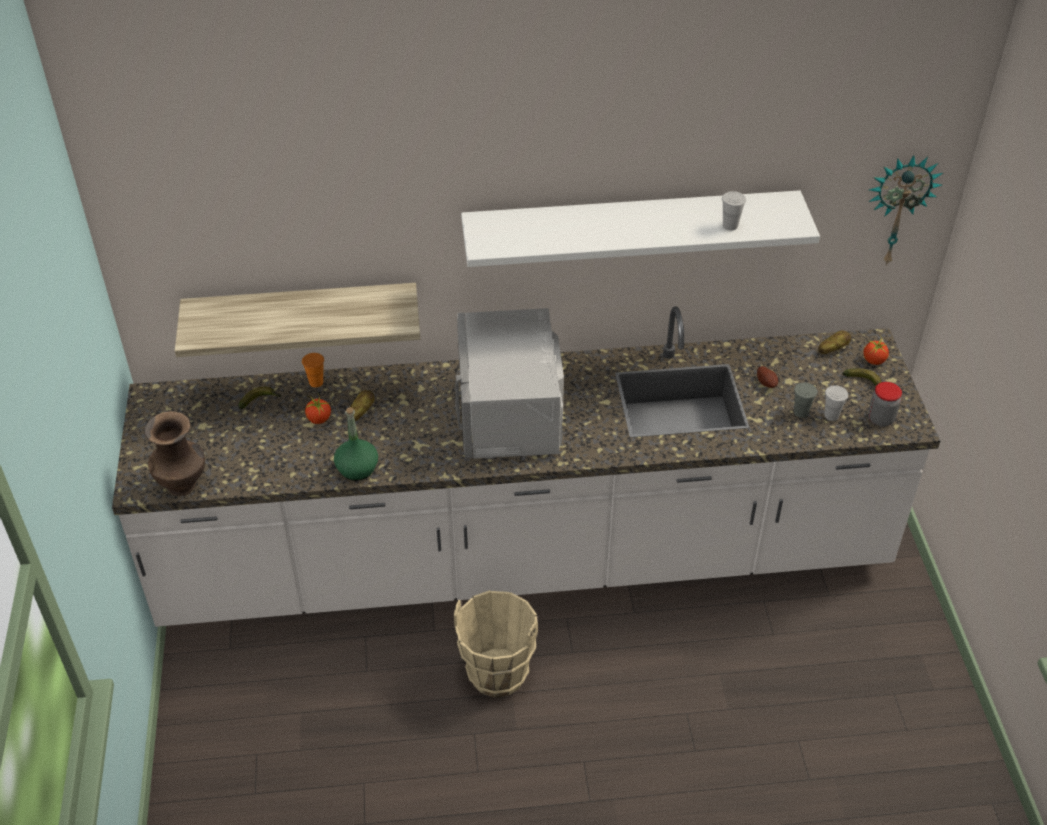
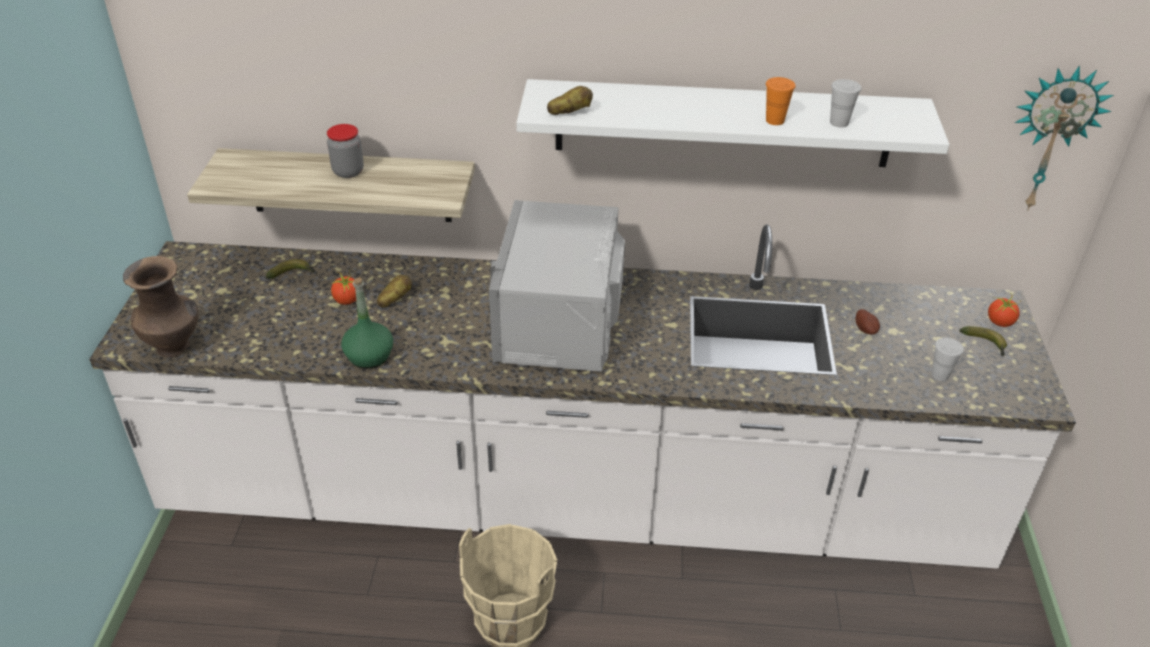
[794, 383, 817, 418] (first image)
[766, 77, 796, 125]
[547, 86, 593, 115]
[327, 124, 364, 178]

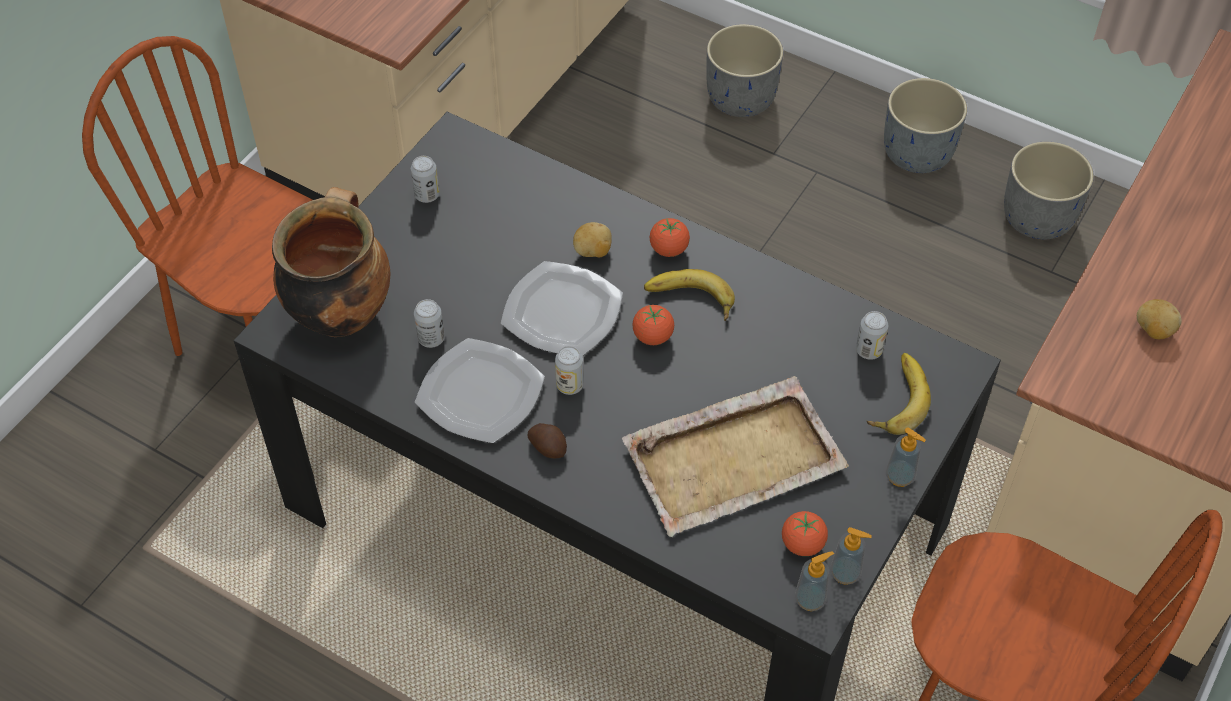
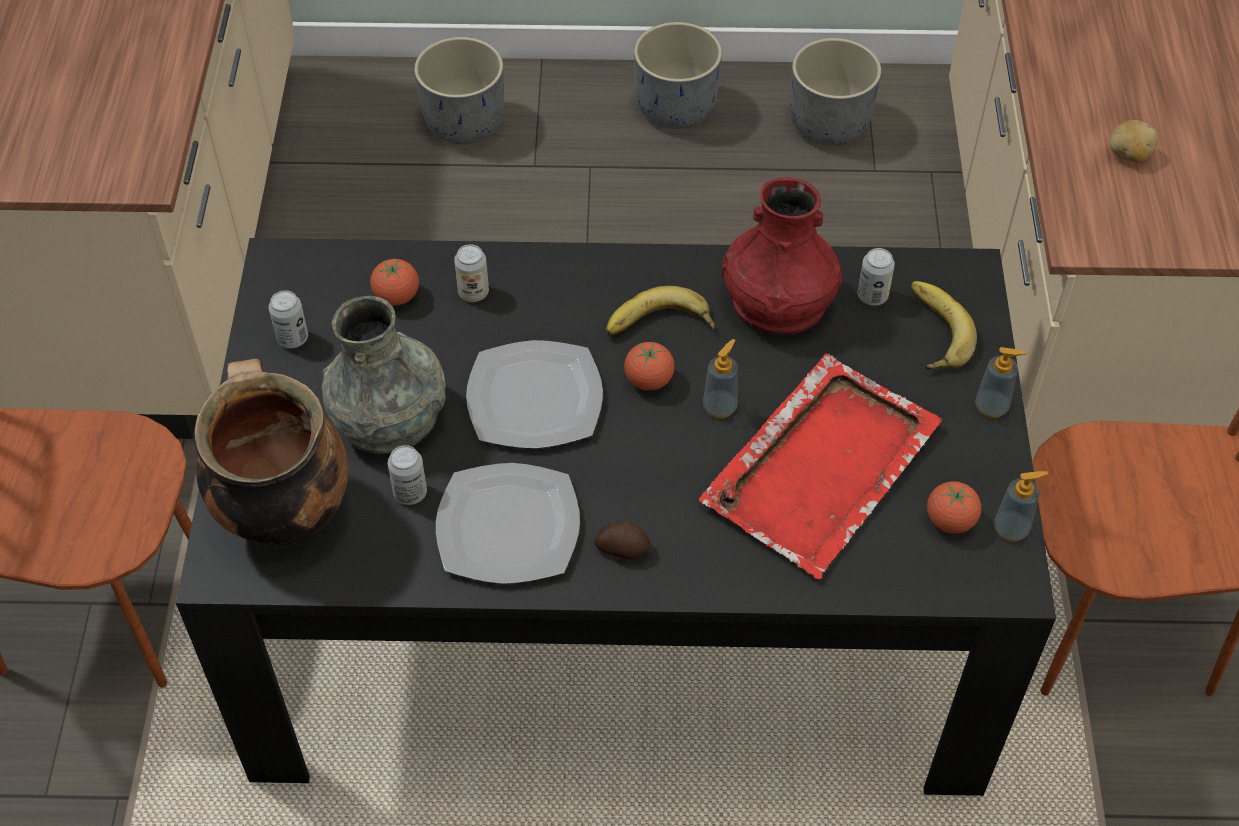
[573, 222, 612, 257] (first image)
[322, 296, 446, 454]
[722, 177, 842, 335]
[454, 244, 489, 302]
[370, 259, 419, 305]
[703, 339, 738, 419]
[699, 354, 942, 579]

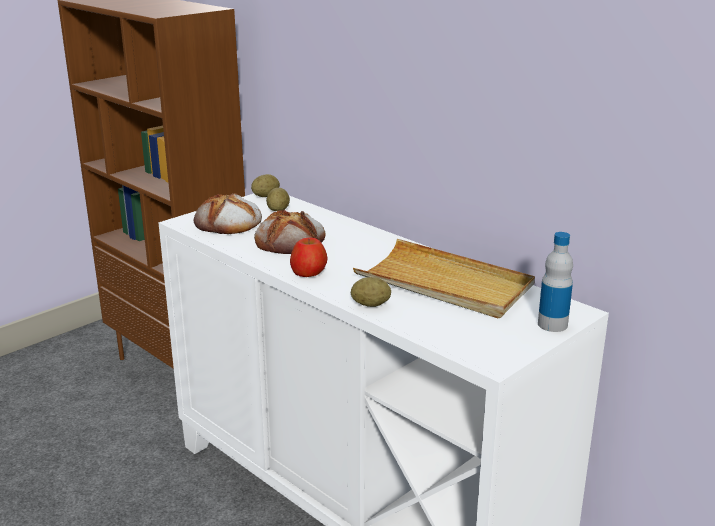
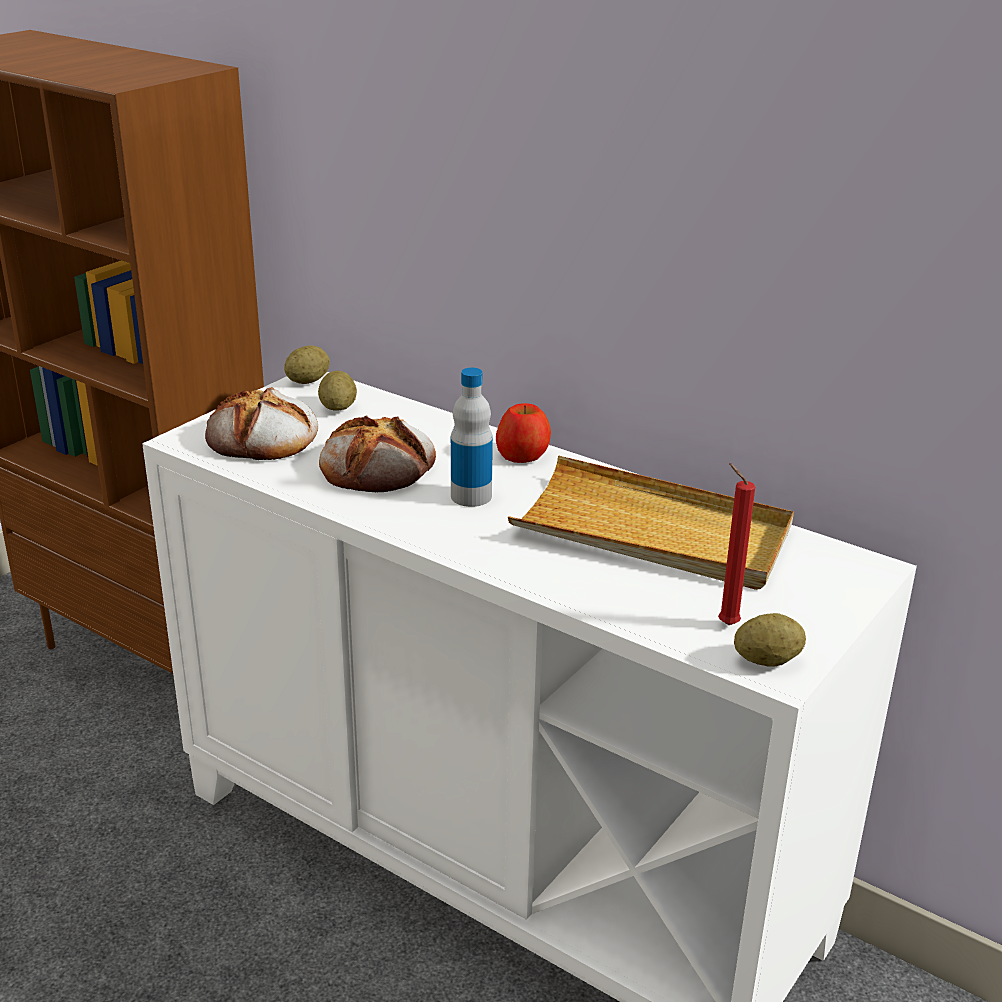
[718, 463, 755, 625]
[496, 403, 551, 463]
[734, 613, 806, 667]
[451, 368, 493, 507]

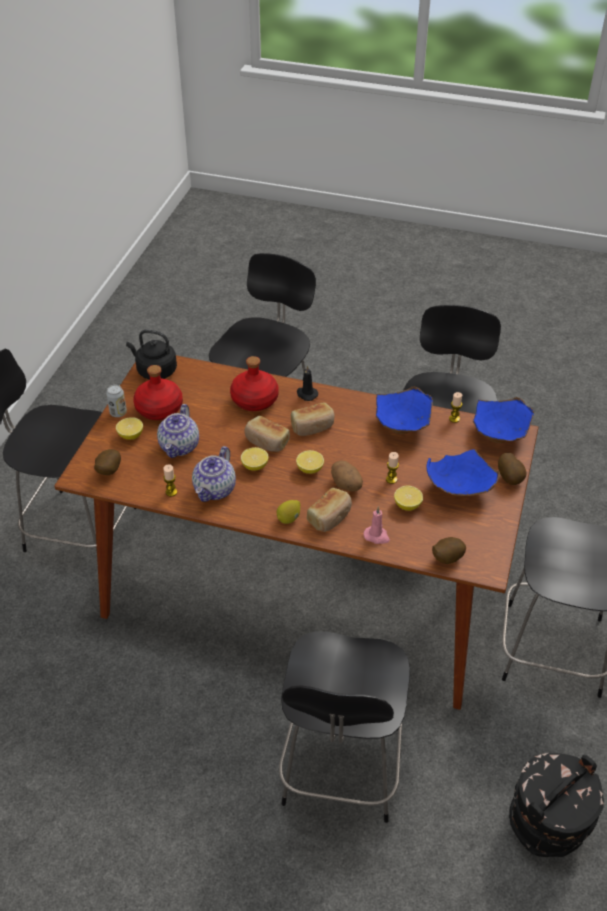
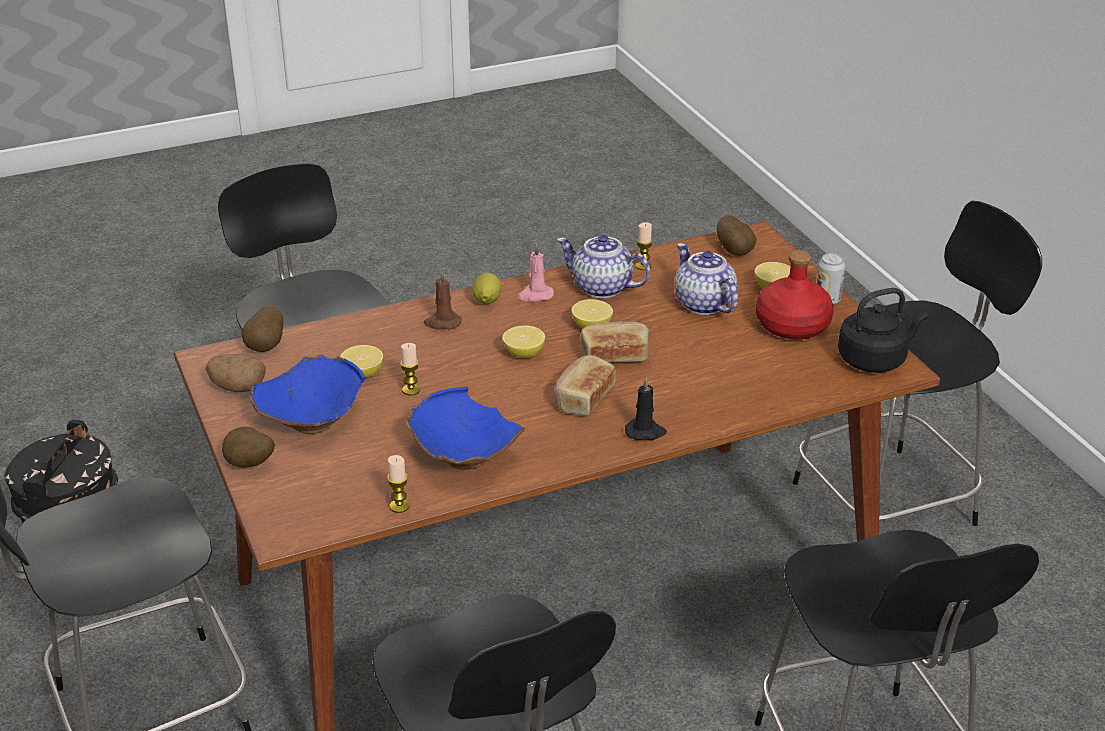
[230, 356, 279, 411] (first image)
[473, 397, 534, 443] (first image)
[206, 354, 266, 392]
[517, 243, 554, 302]
[424, 270, 461, 329]
[557, 234, 650, 298]

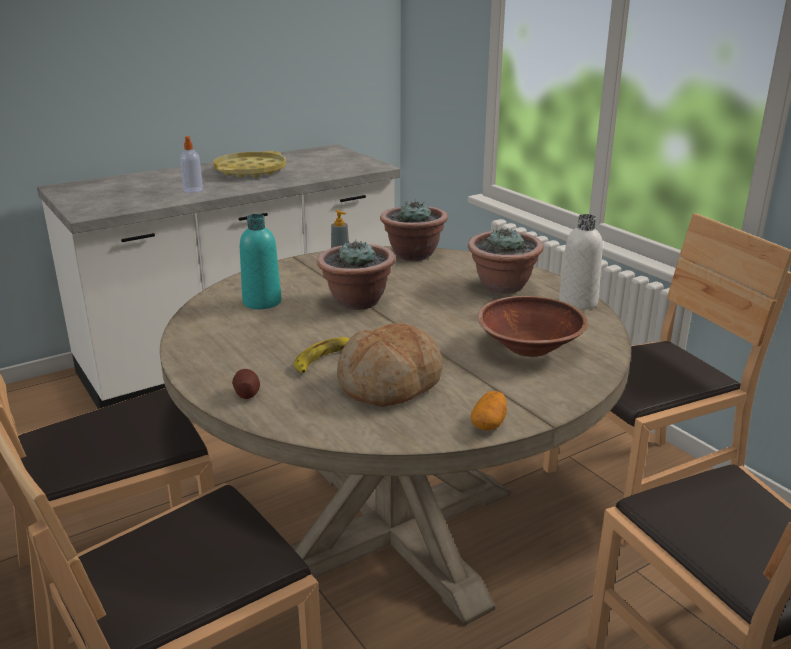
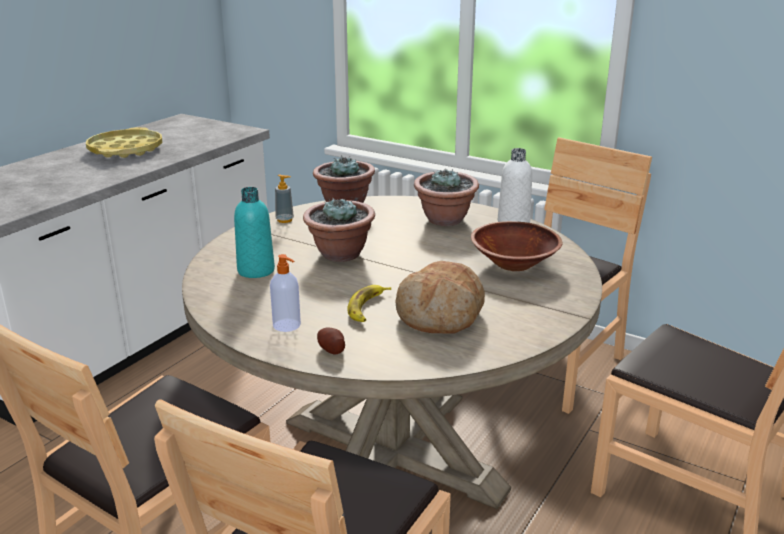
[471, 391, 507, 430] (first image)
[270, 254, 301, 332]

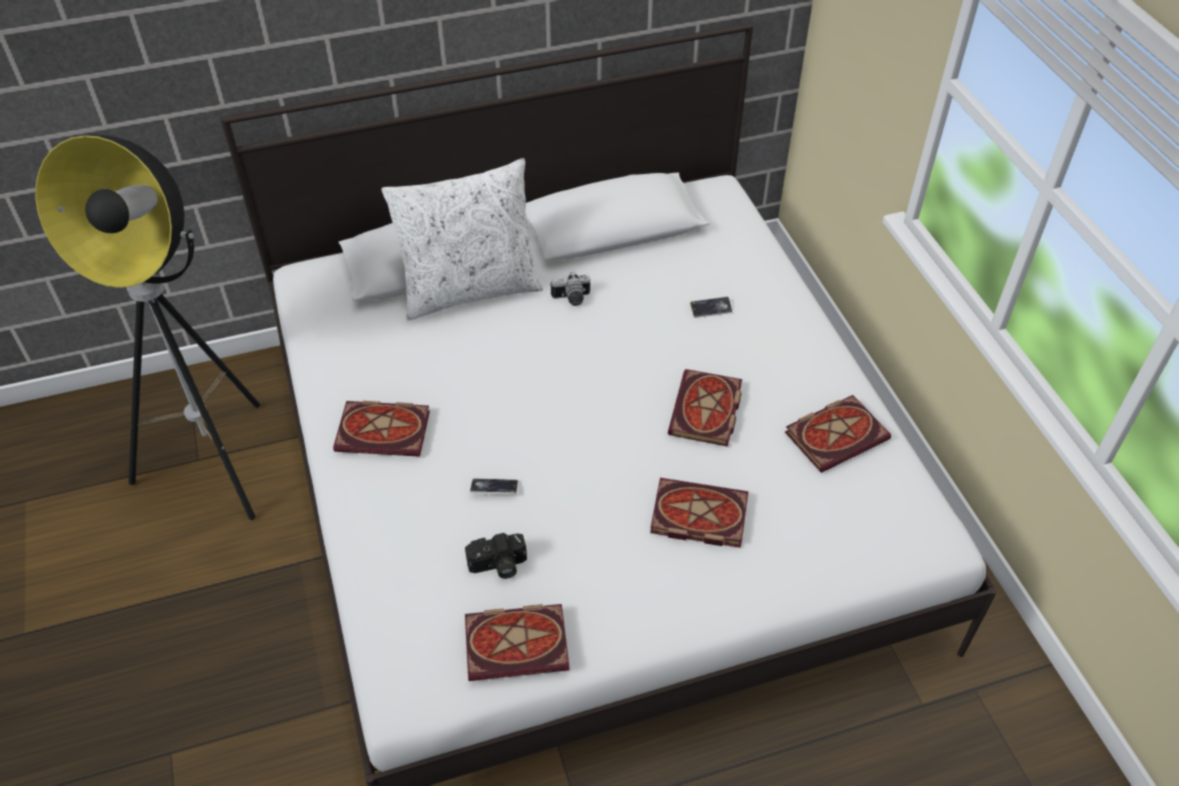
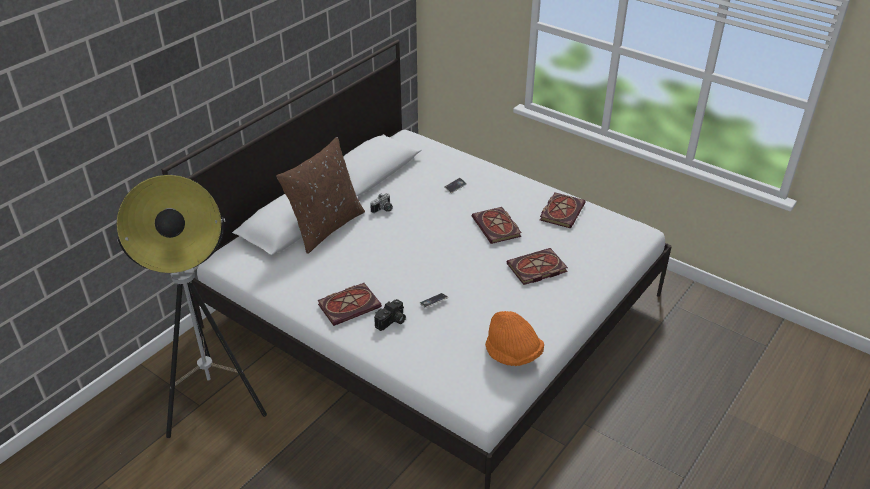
[374, 299, 406, 331]
[485, 311, 544, 366]
[276, 137, 365, 254]

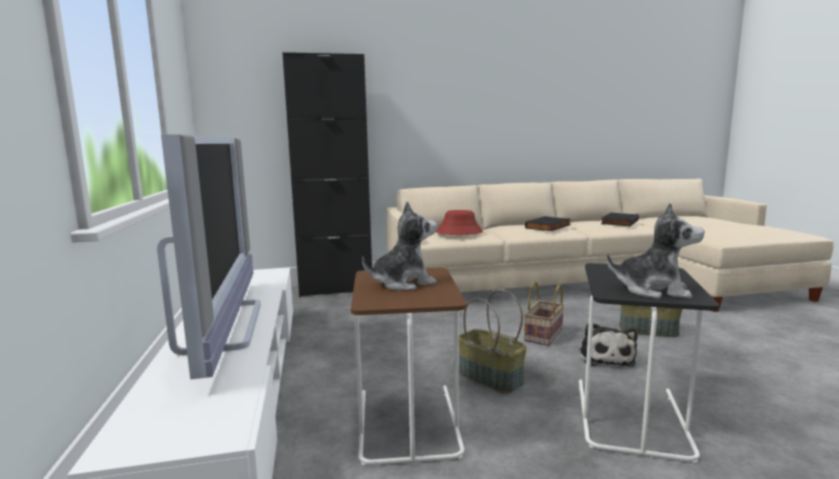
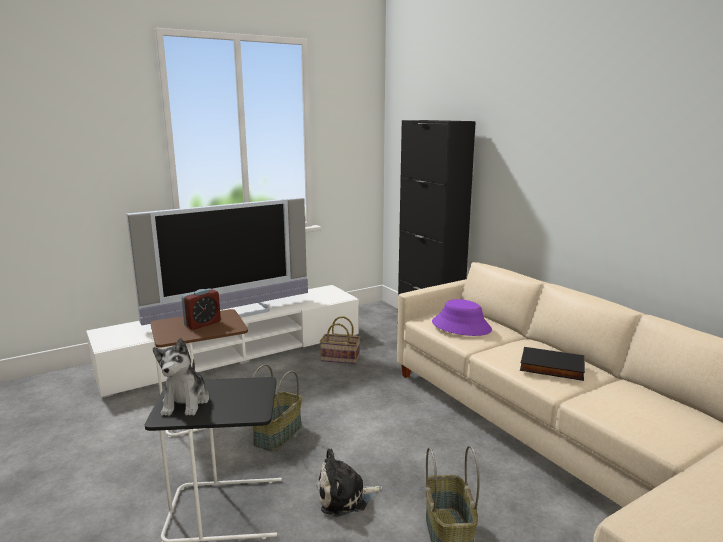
[601, 213, 639, 227] (first image)
[320, 316, 360, 364]
[181, 288, 221, 330]
[432, 299, 492, 336]

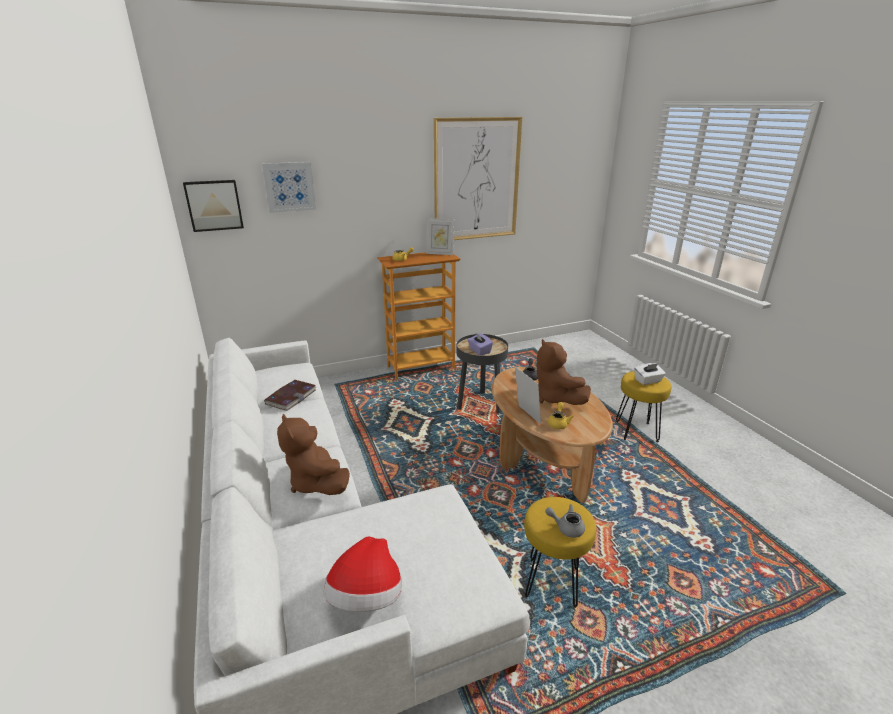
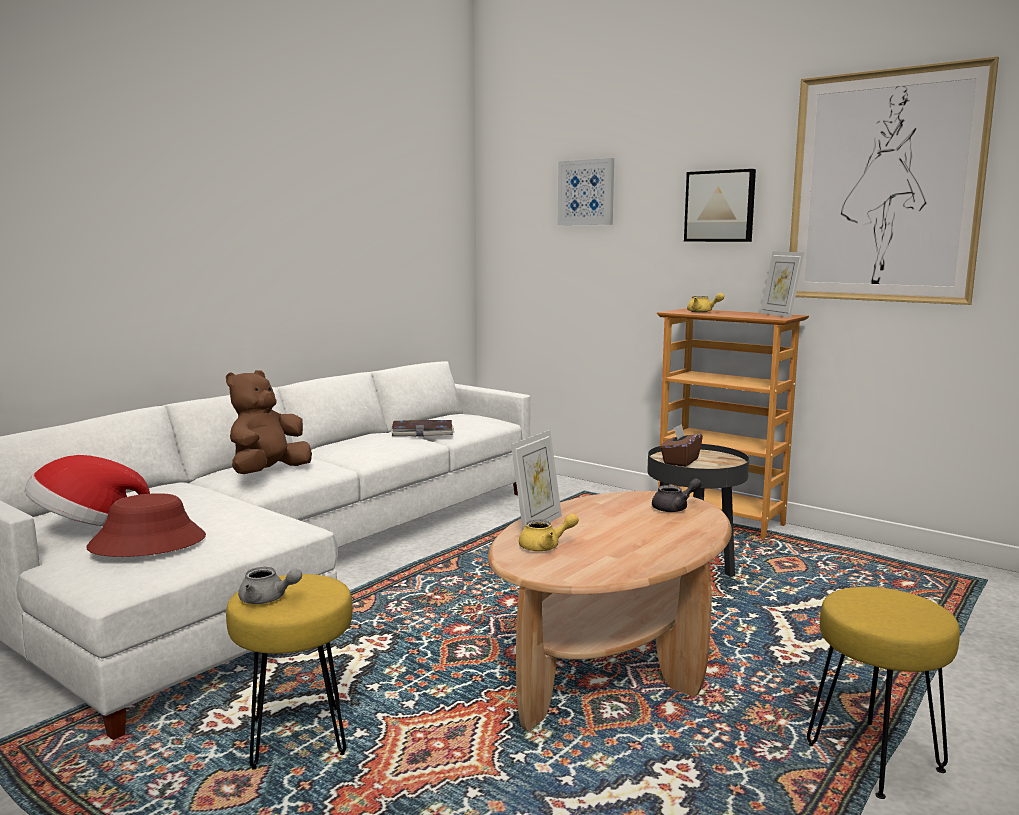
[537, 339, 591, 405] (first image)
[634, 363, 666, 385] (first image)
[86, 493, 206, 557]
[684, 169, 756, 242]
[660, 424, 703, 467]
[238, 567, 302, 604]

